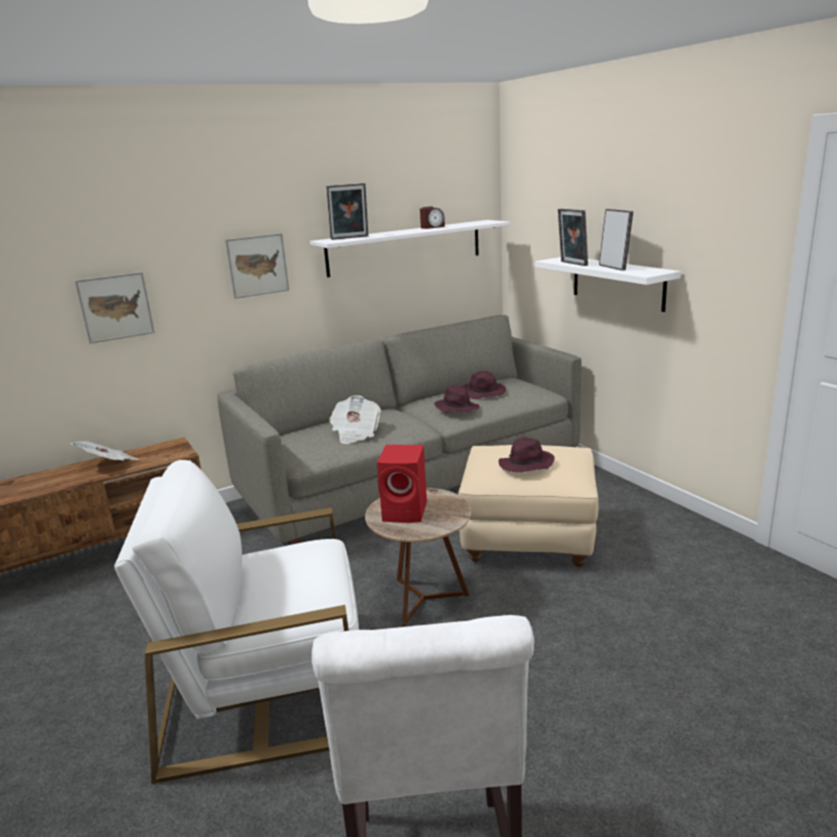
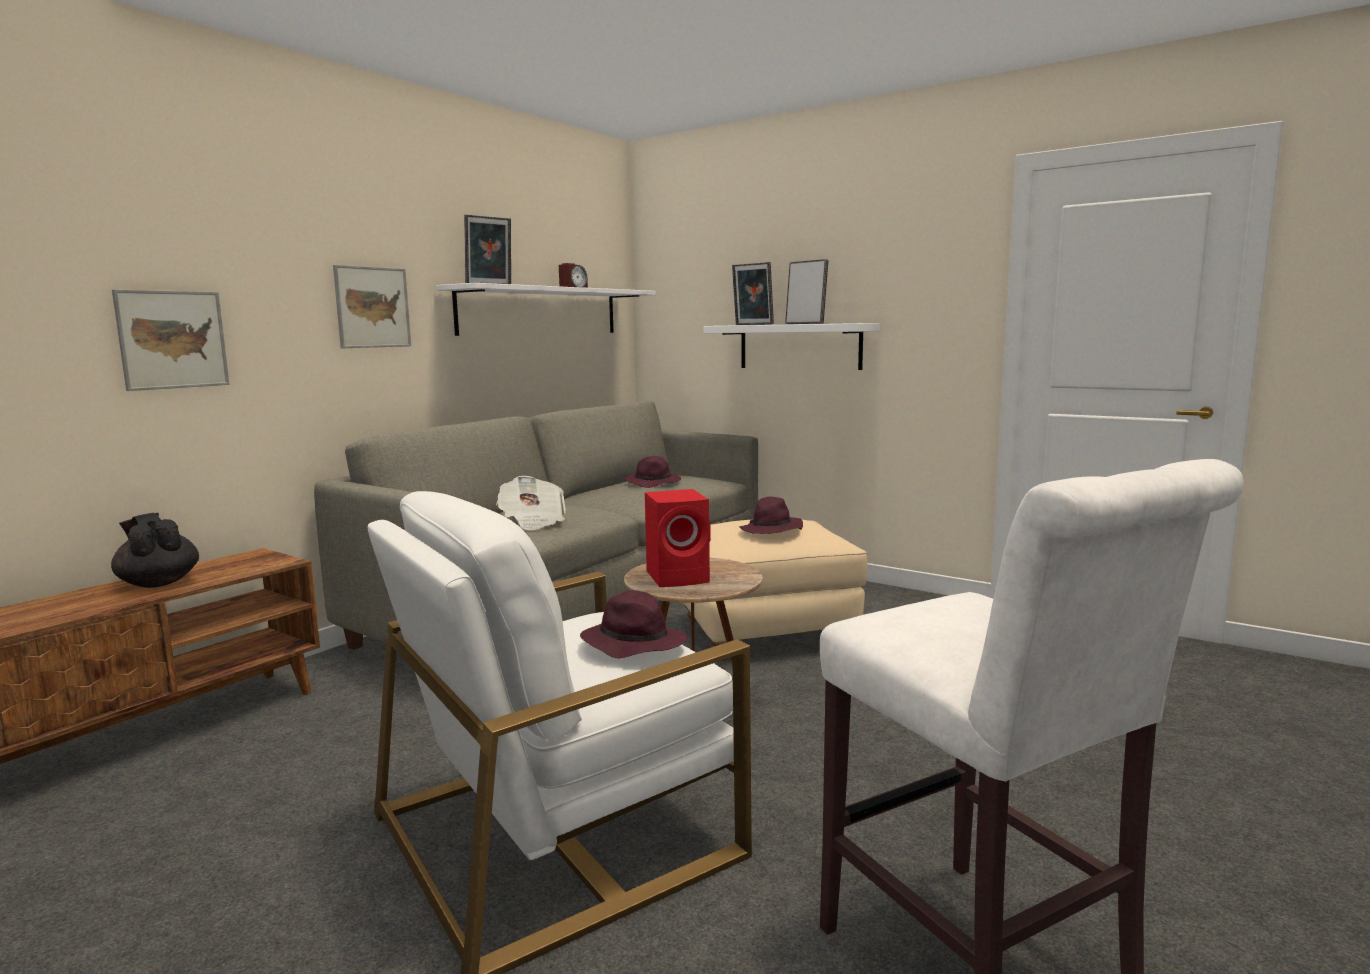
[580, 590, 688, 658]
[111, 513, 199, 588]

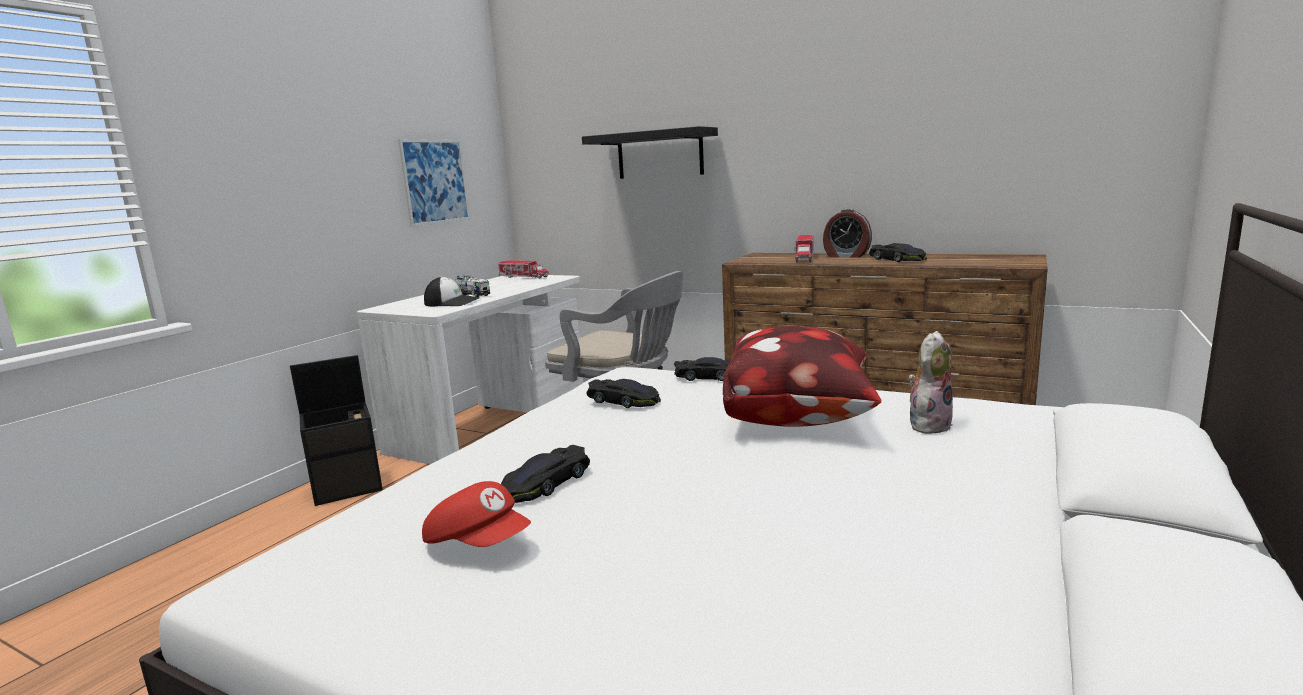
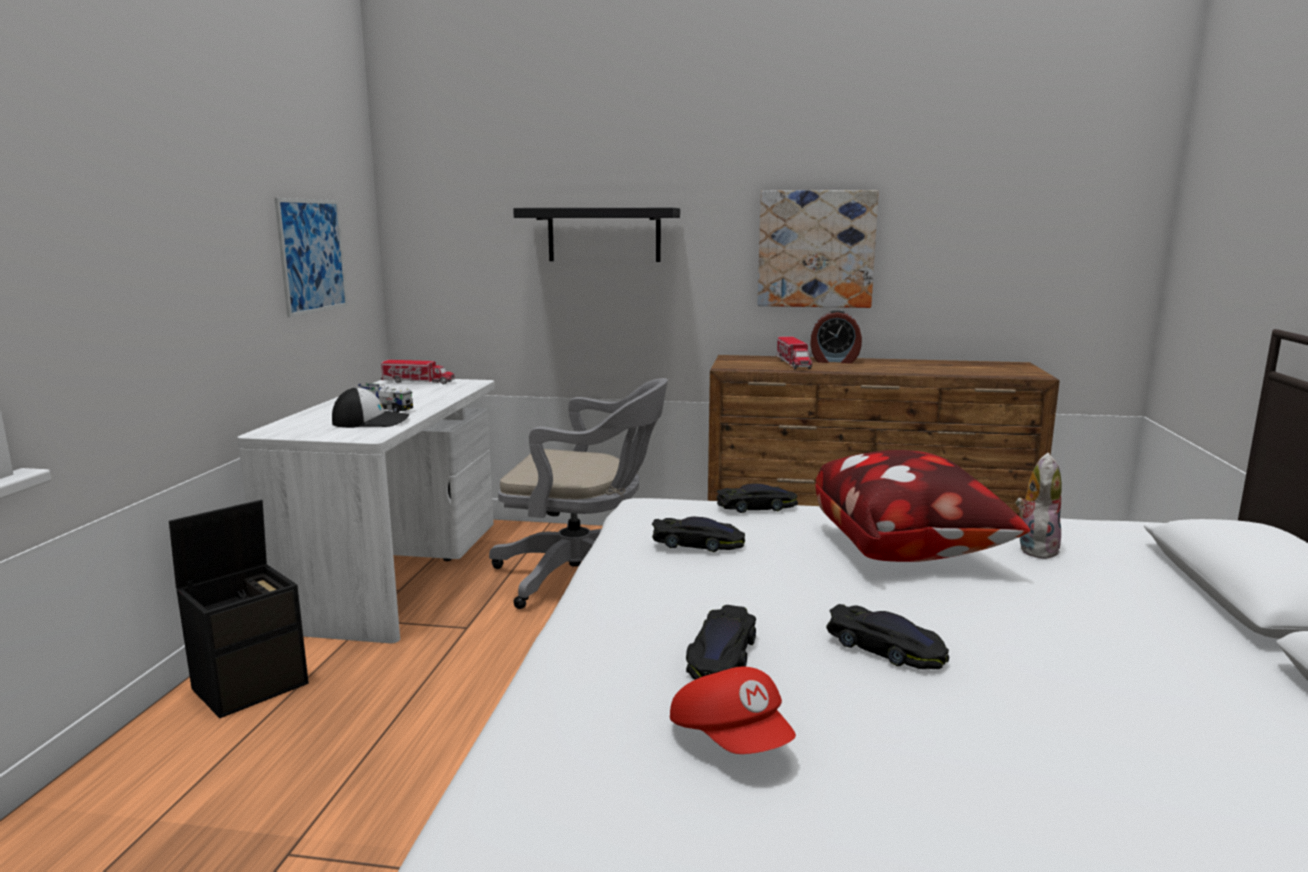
[757, 190, 879, 308]
[826, 604, 949, 669]
[670, 667, 796, 754]

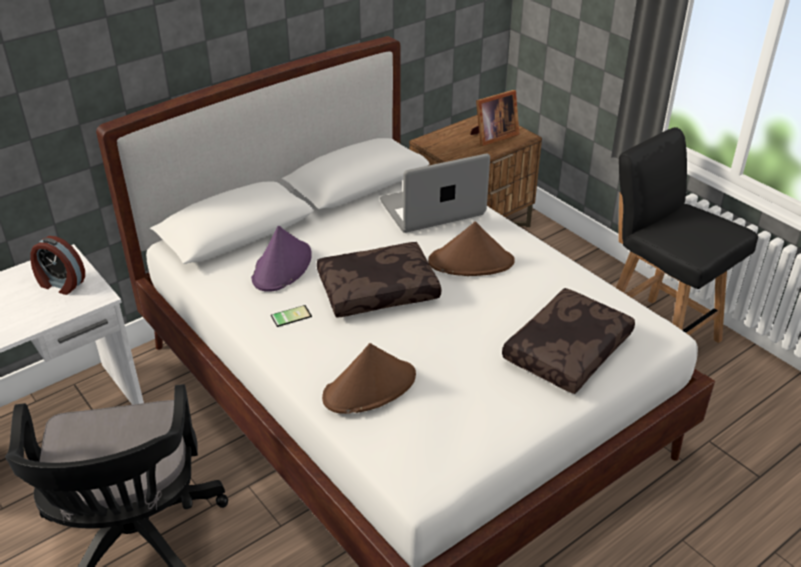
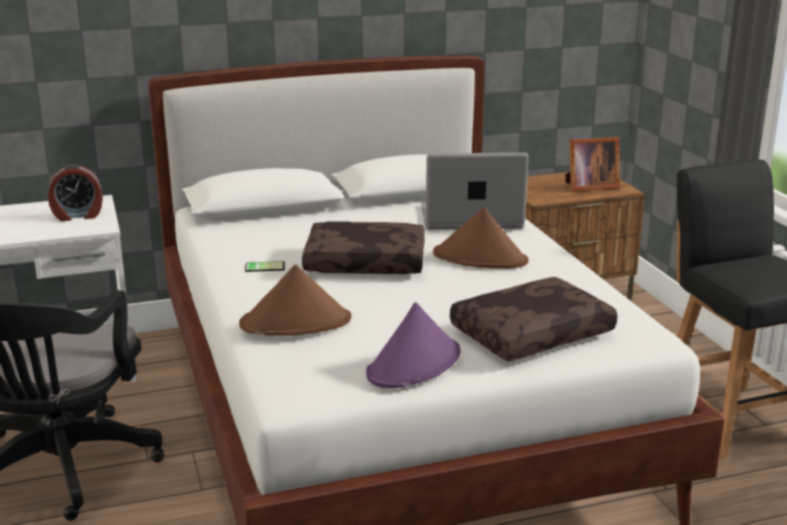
[366, 302, 461, 388]
[48, 165, 103, 221]

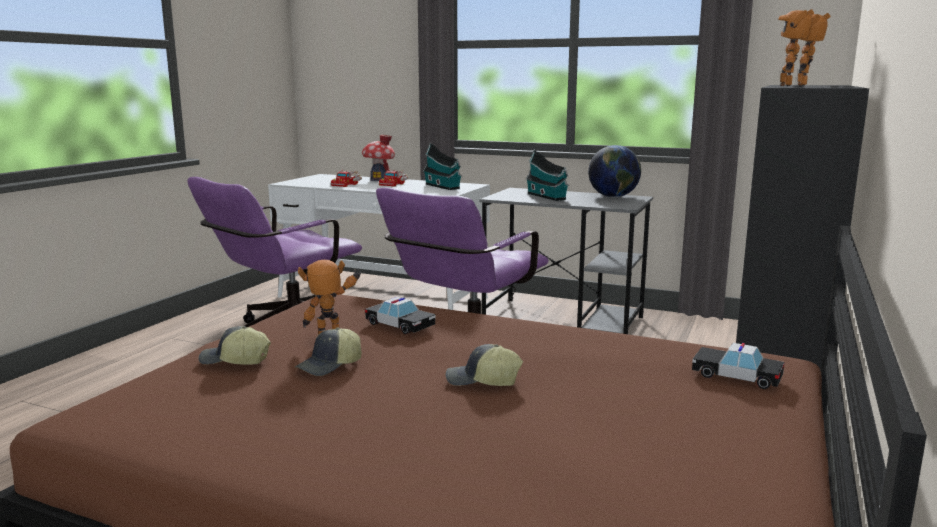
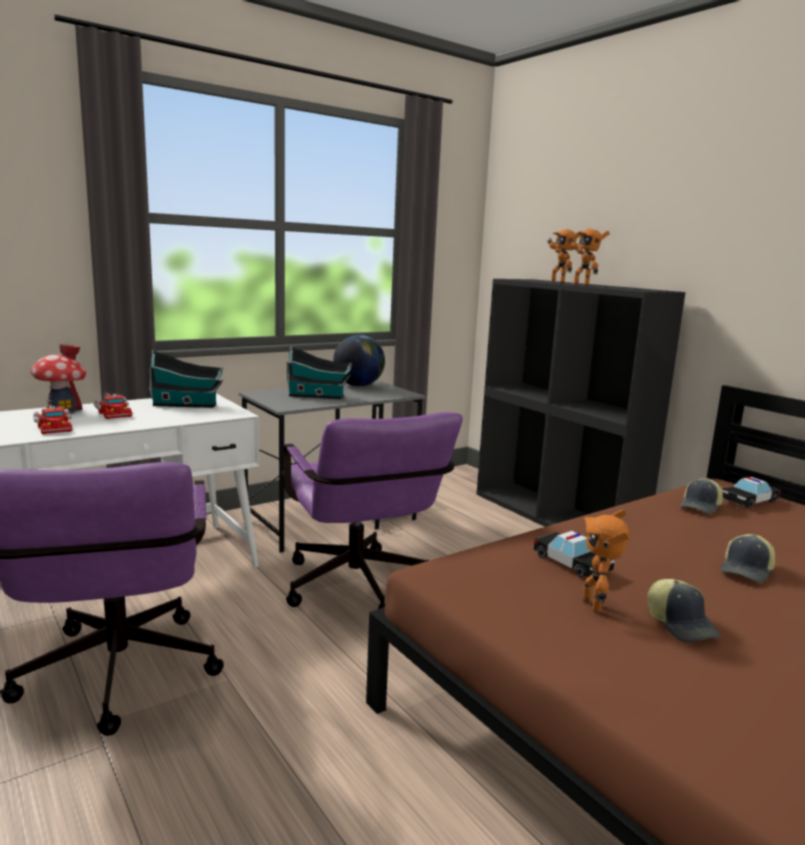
[680, 478, 723, 514]
[534, 531, 615, 577]

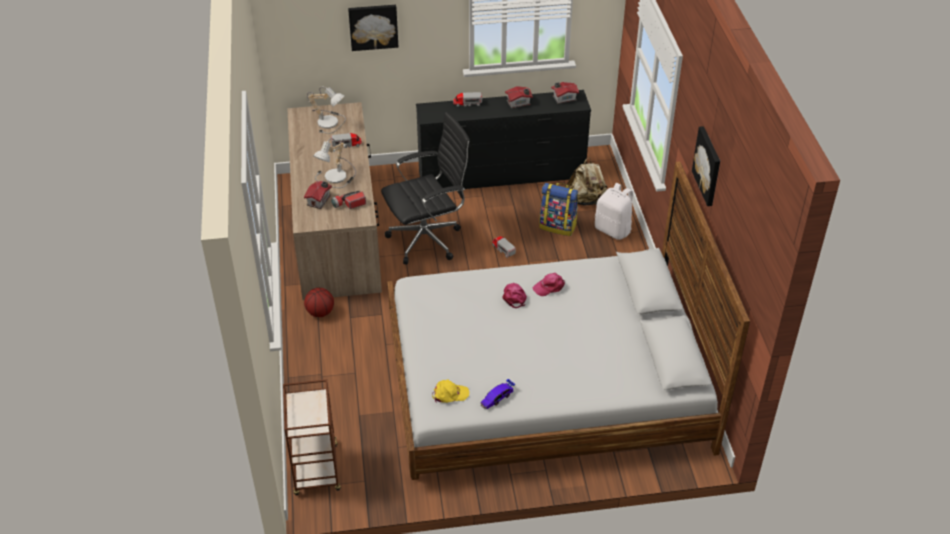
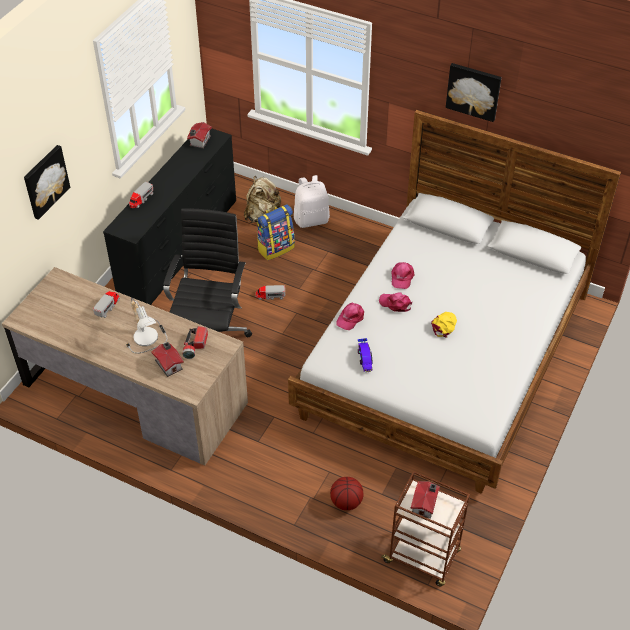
[307, 86, 346, 134] (first image)
[336, 303, 364, 330]
[330, 477, 363, 510]
[431, 312, 457, 337]
[358, 338, 373, 372]
[411, 481, 440, 519]

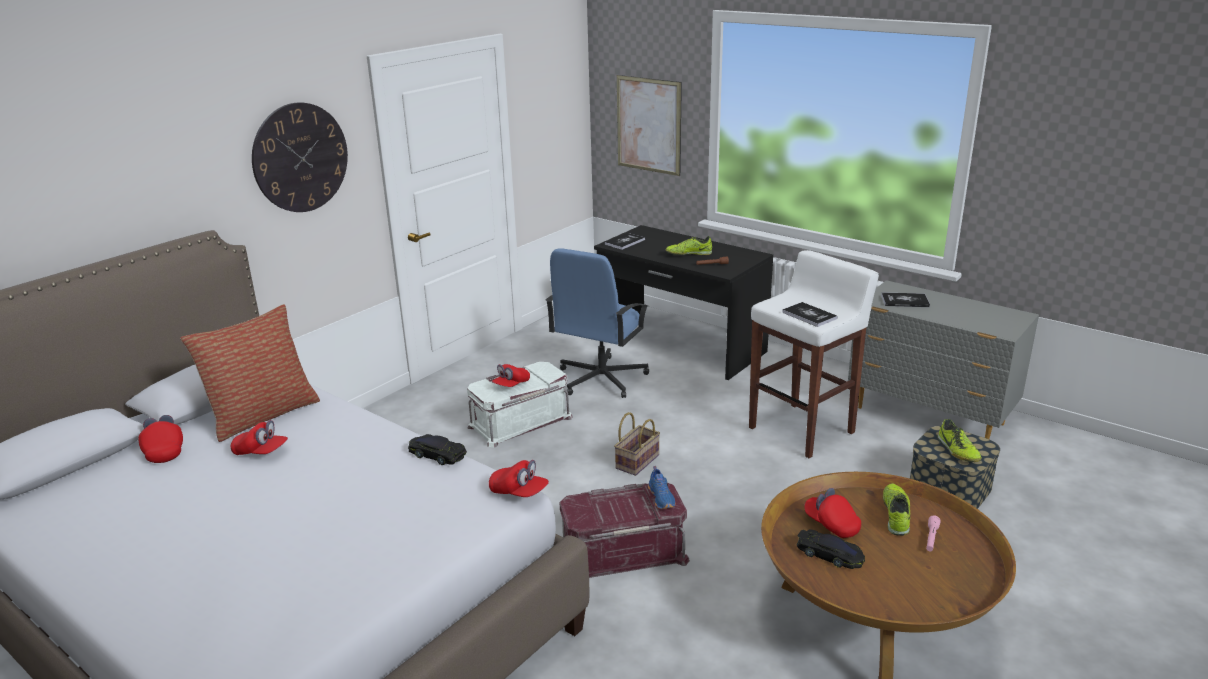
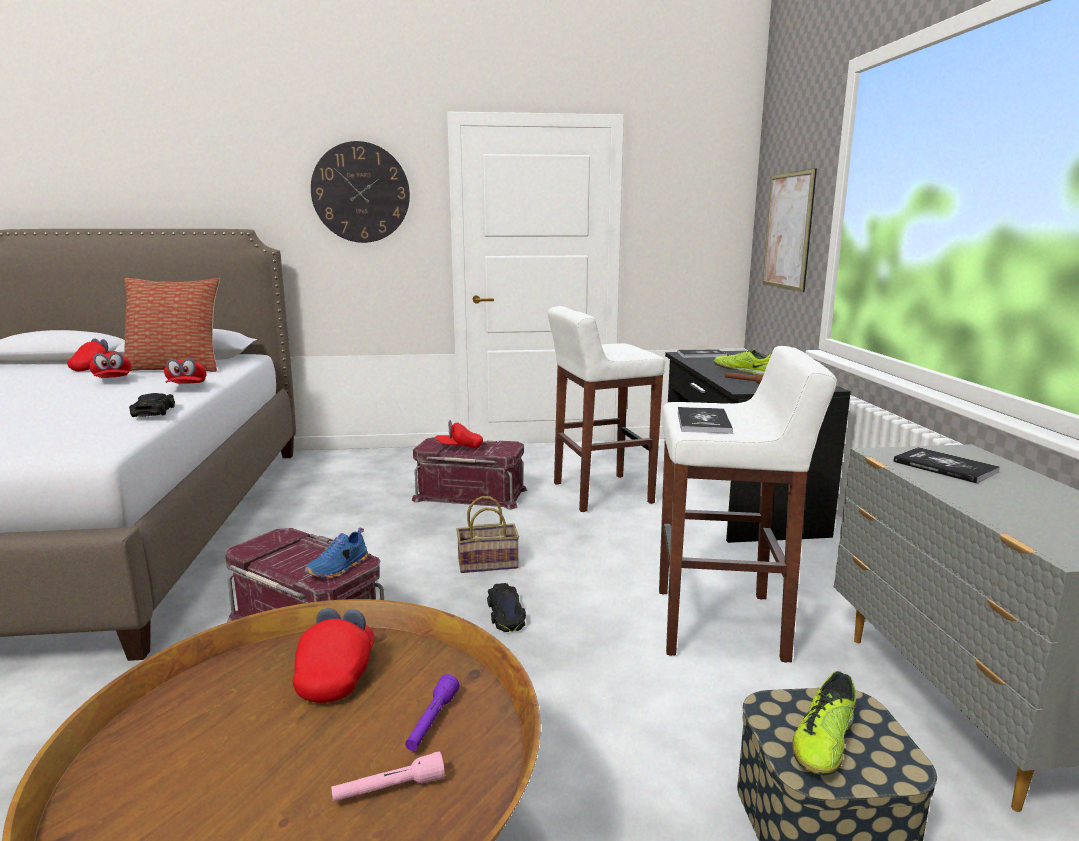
[164, 358, 207, 384]
[487, 583, 526, 632]
[547, 306, 665, 512]
[405, 674, 460, 751]
[412, 437, 527, 510]

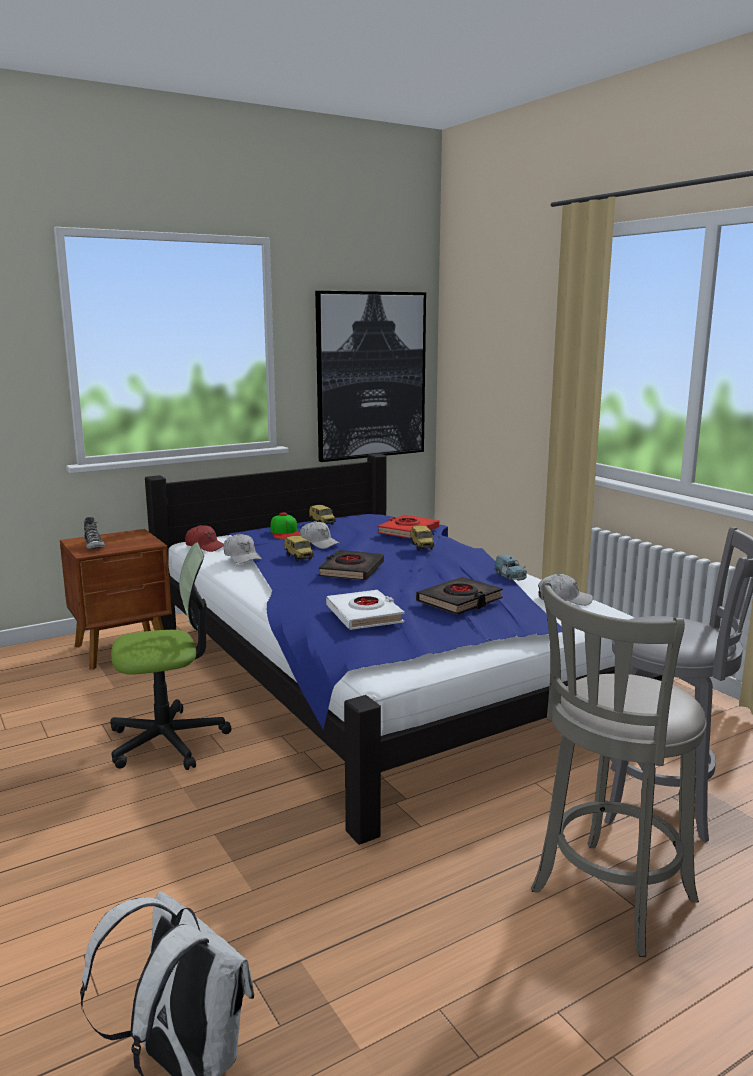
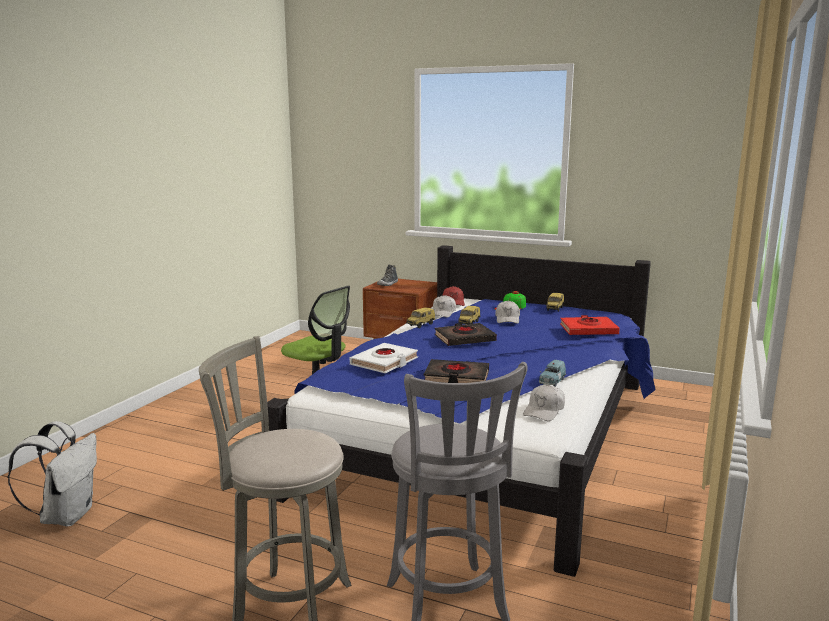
[315, 291, 426, 462] (first image)
[406, 307, 436, 328]
[523, 384, 565, 421]

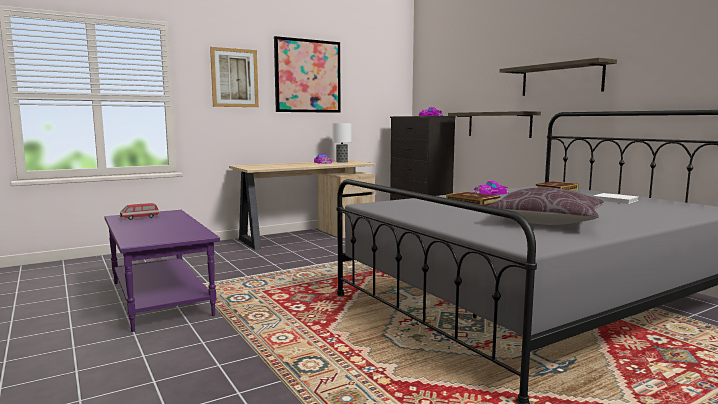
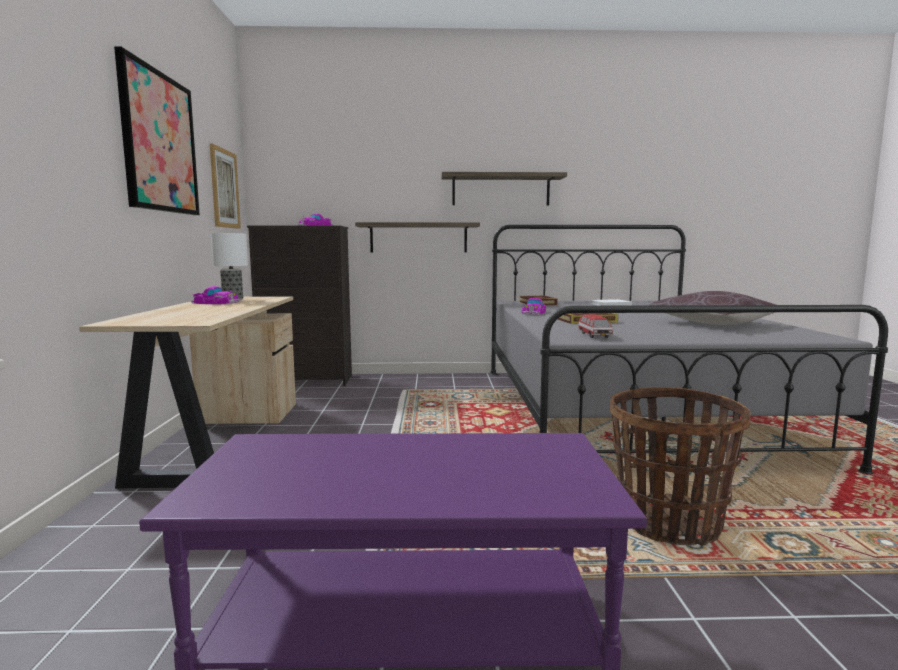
[610, 387, 751, 546]
[578, 314, 613, 338]
[210, 143, 241, 229]

